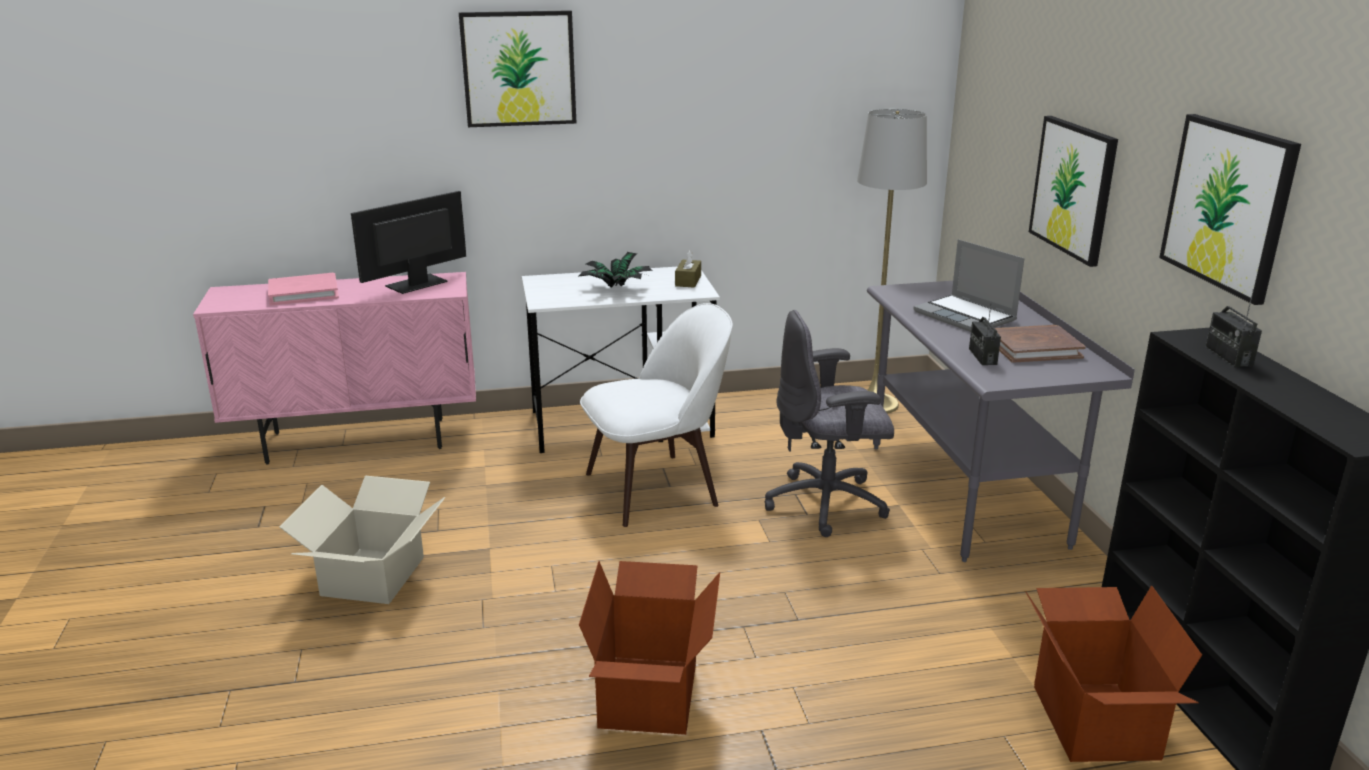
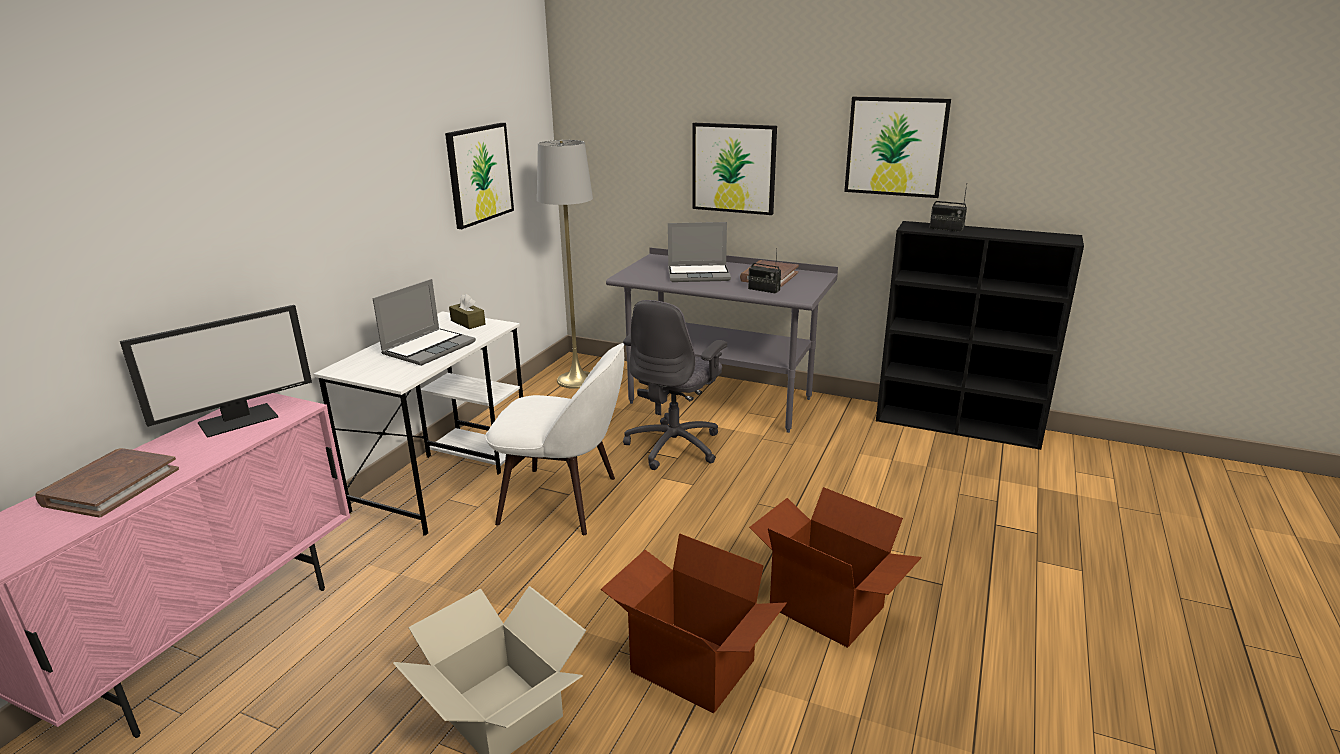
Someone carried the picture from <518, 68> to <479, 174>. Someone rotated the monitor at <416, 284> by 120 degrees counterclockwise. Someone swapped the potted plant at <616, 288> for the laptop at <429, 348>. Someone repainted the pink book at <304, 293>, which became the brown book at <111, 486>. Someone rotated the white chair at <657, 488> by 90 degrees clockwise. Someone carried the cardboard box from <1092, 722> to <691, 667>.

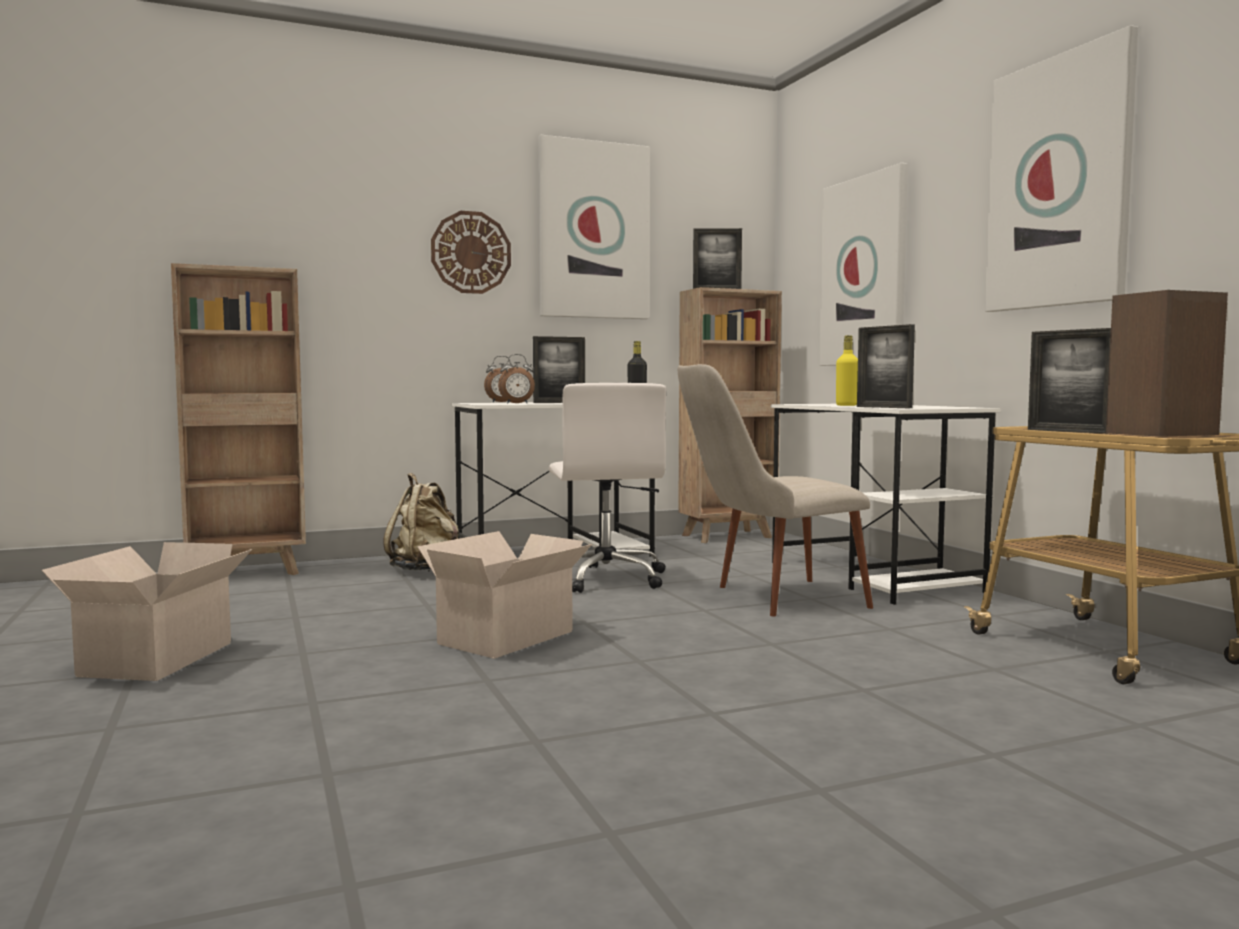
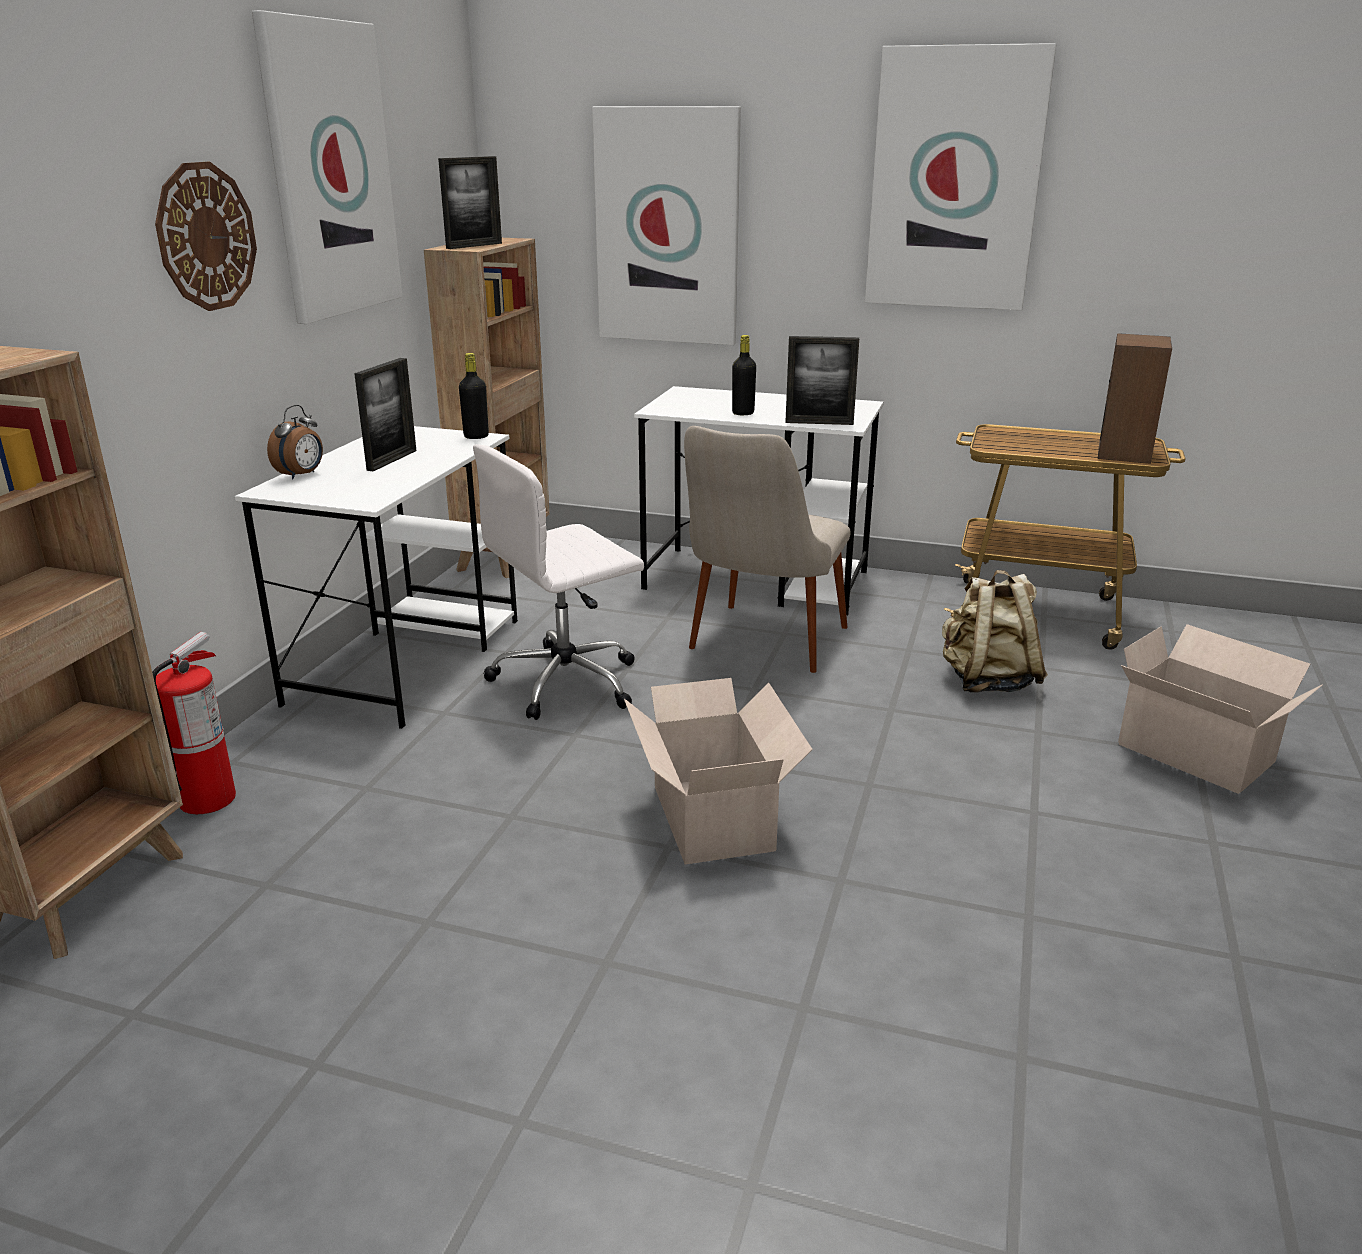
Someone took away the picture frame at <1067, 431>. Someone repainted the yellow bottle at <846, 405>, which became the black bottle at <743, 413>. Someone took away the alarm clock at <517, 403>. Someone rotated the white office chair at <605, 579> by 120 degrees clockwise. Someone carried the beige backpack from <426, 570> to <987, 681>. Someone carried the cardboard box from <154, 660> to <1199, 755>. Someone put down the fire extinguisher at <208, 799>.

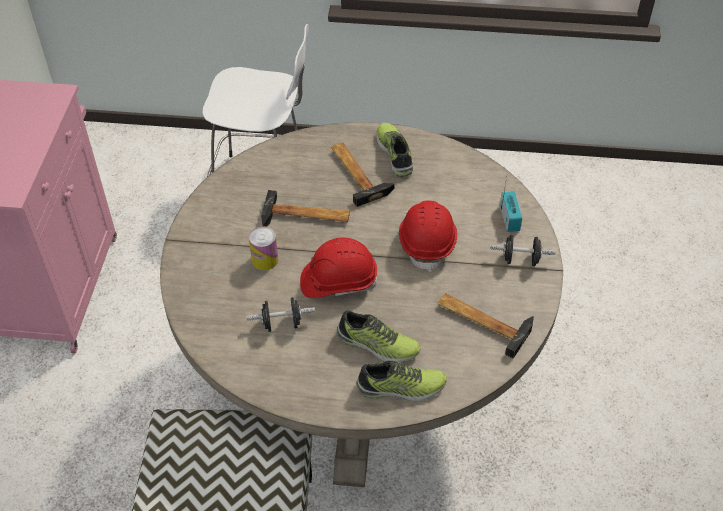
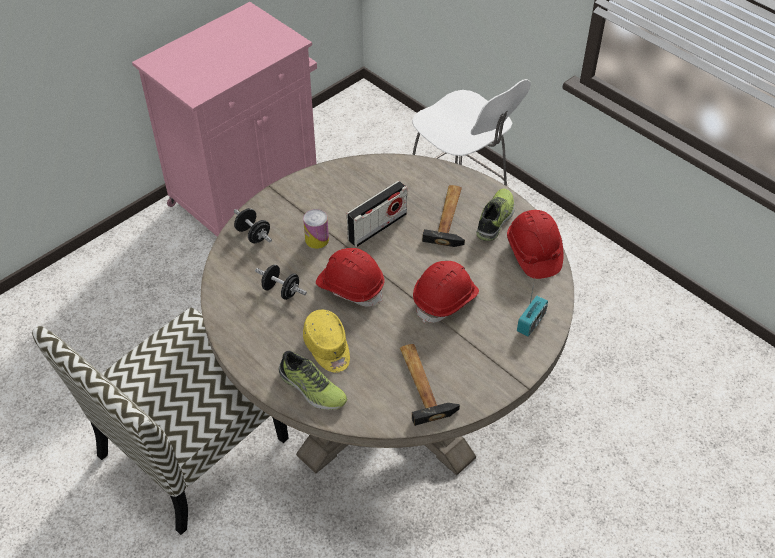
Someone swapped the hammer at <306, 217> for the radio at <377, 227>. Someone carried the black dumbbell from <520, 260> to <253, 234>. Someone swapped the shoe at <377, 345> for the yellow cap at <328, 348>. Someone put down the red hard hat at <533, 253>.

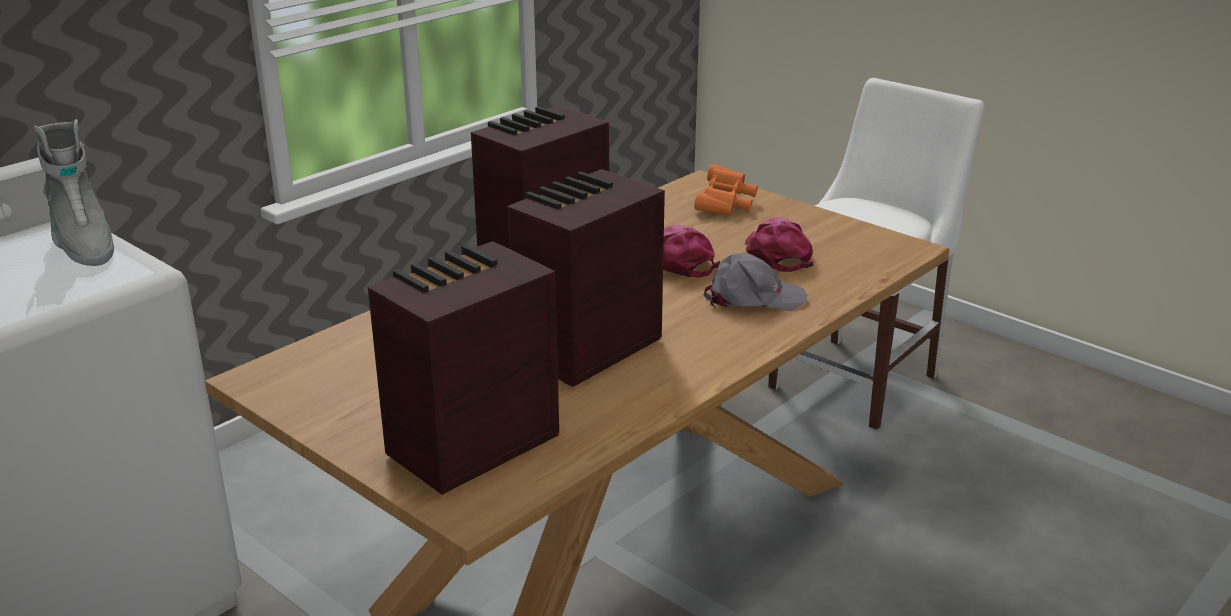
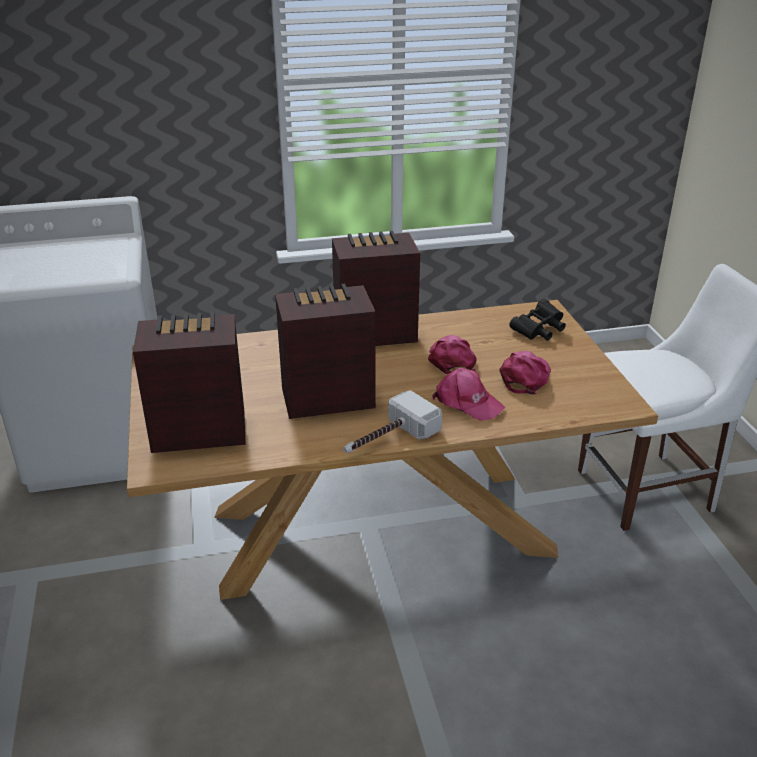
Someone took away the grey boot at <82, 245>. Someone repainted the orange binoculars at <725, 205>, which became the black binoculars at <539, 331>. Someone repainted the grey cap at <753, 298>, which became the pink cap at <467, 402>. Someone put down the hammer at <387, 439>.

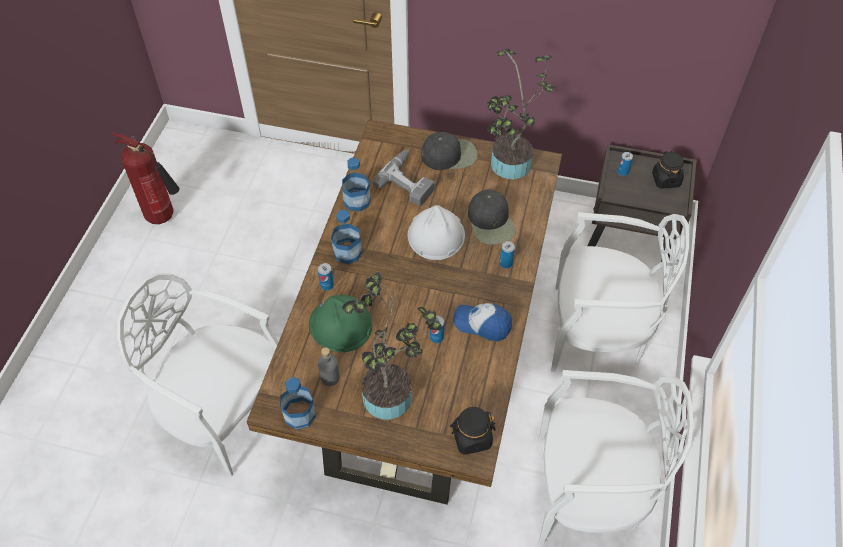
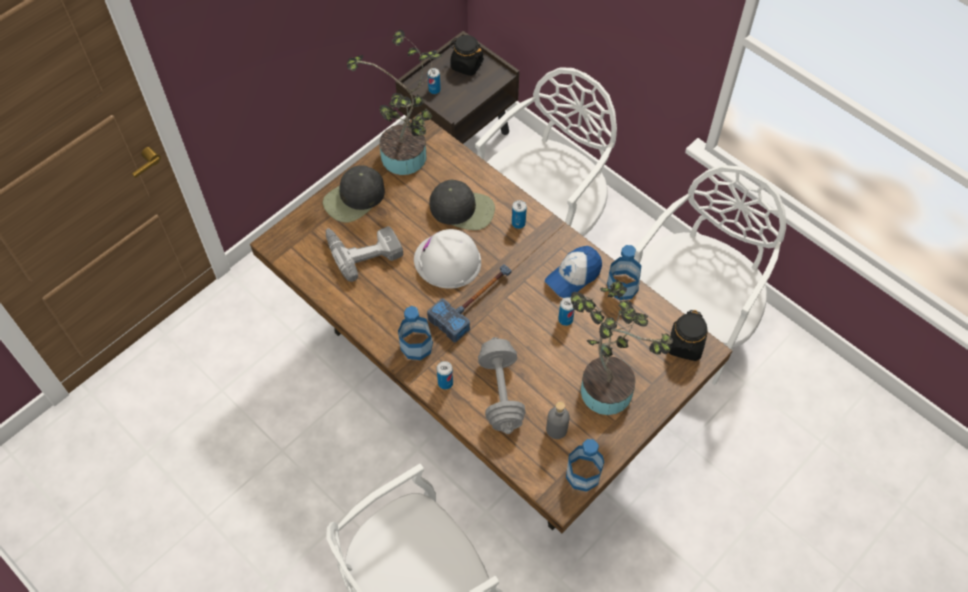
Someone rotated the black cap at <449, 155> by 150 degrees counterclockwise. Someone took away the fire extinguisher at <164, 217>. Someone carried the bottle from <357, 201> to <622, 287>. Someone swapped the green hard hat at <340, 325> for the grey dumbbell at <501, 393>. Someone put down the hammer at <474, 301>.

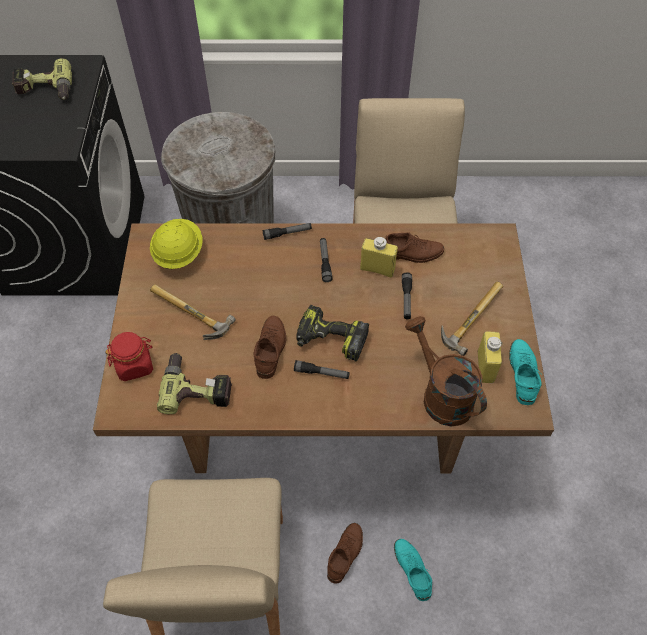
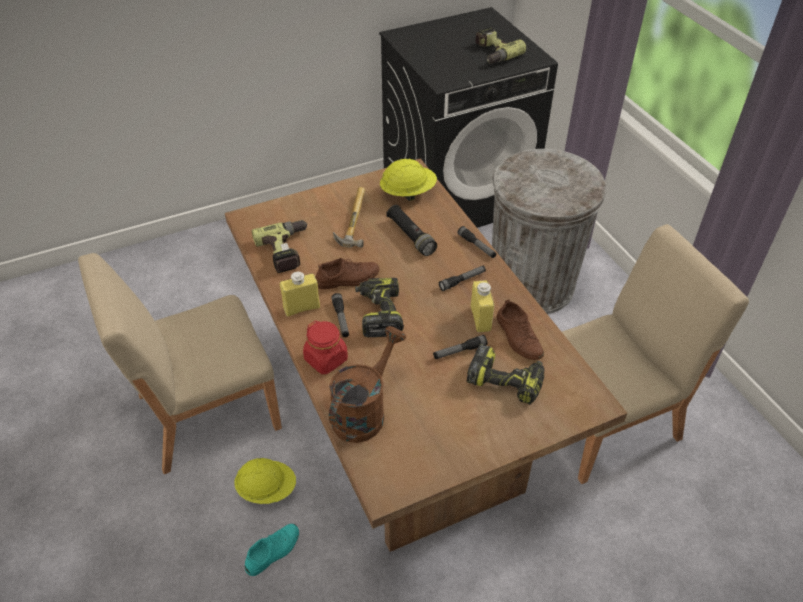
Someone took away the hammer at <469, 316>. Someone carried the yellow bottle from <485, 367> to <301, 308>. Someone carried the red jar from <135, 365> to <326, 359>. Someone took away the turquoise shoe at <522, 373>. Someone swapped the brown shoe at <345, 553> for the yellow hard hat at <267, 489>. Someone put down the black flashlight at <411, 236>. Someone put down the power drill at <506, 380>.

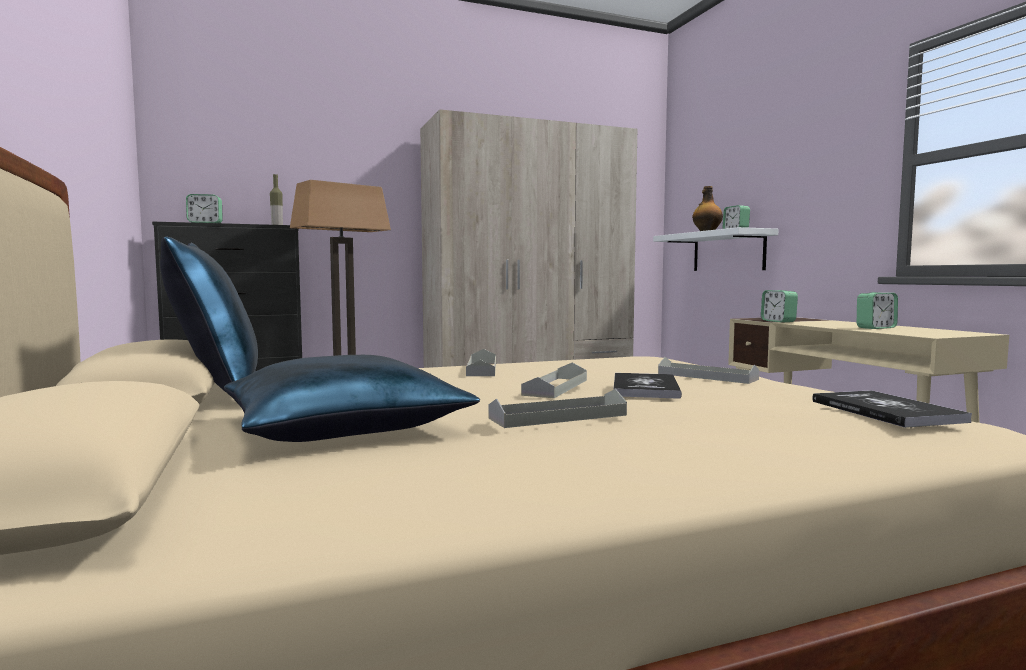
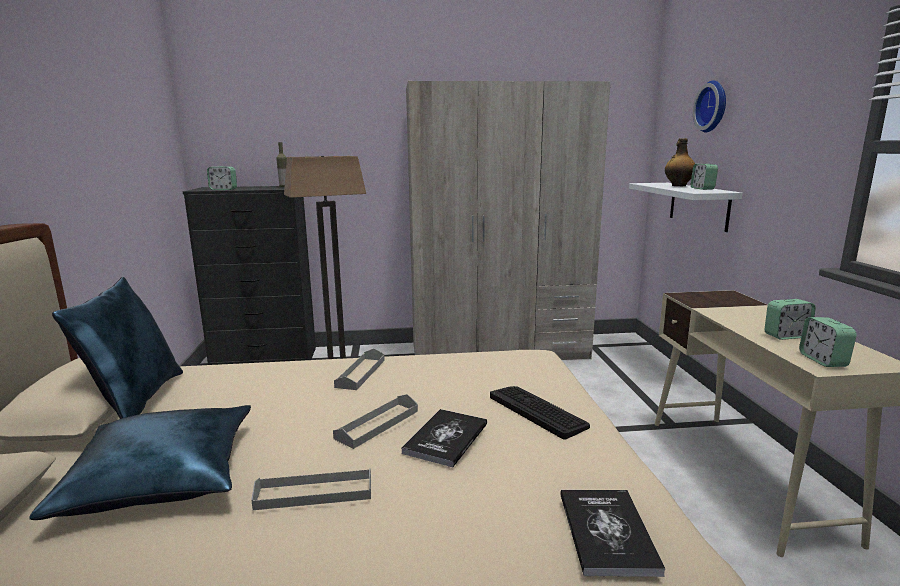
Someone carried the alarm clock from <778, 321> to <823, 360>. Someone swapped the grey tray at <707, 376> for the keyboard at <537, 411>. Someone put up the wall clock at <713, 106>.

